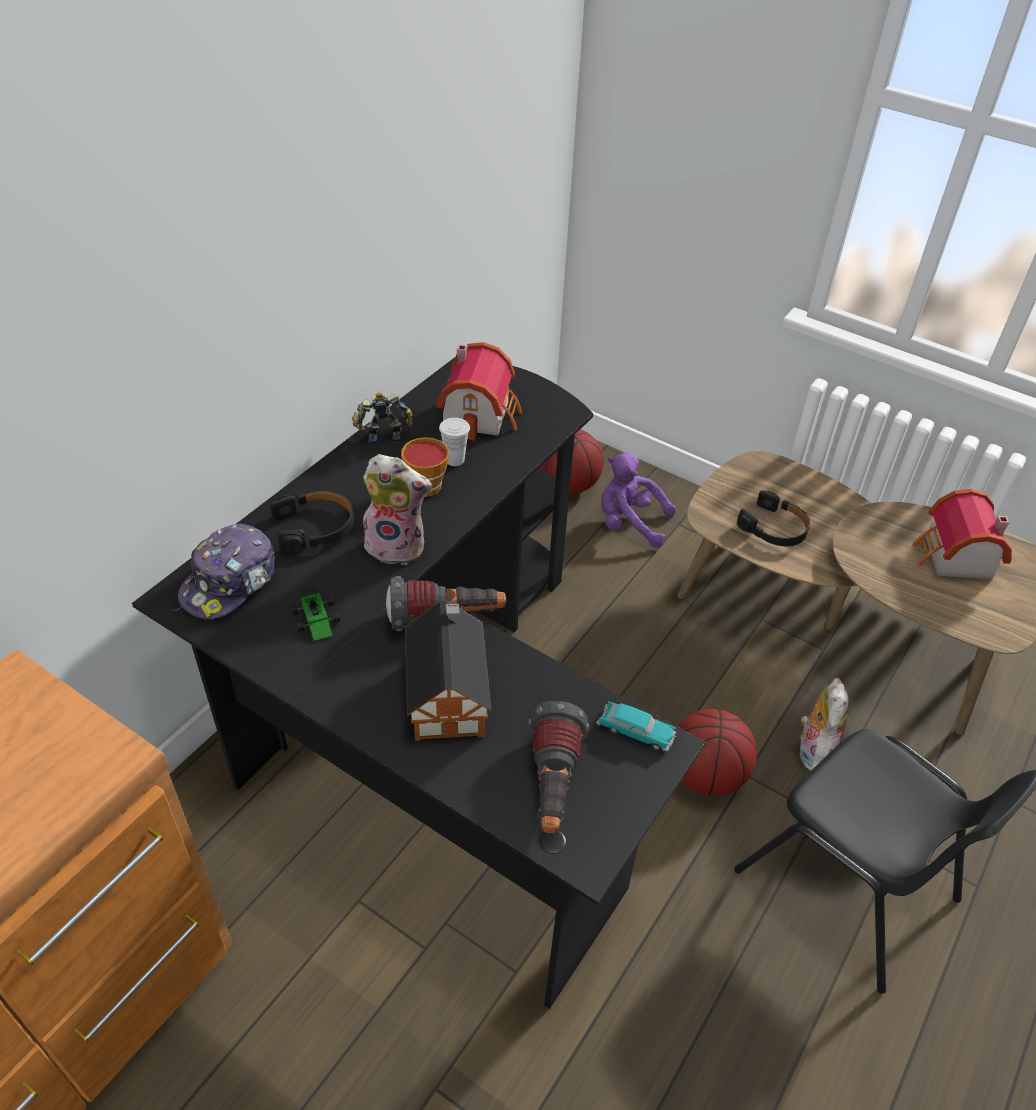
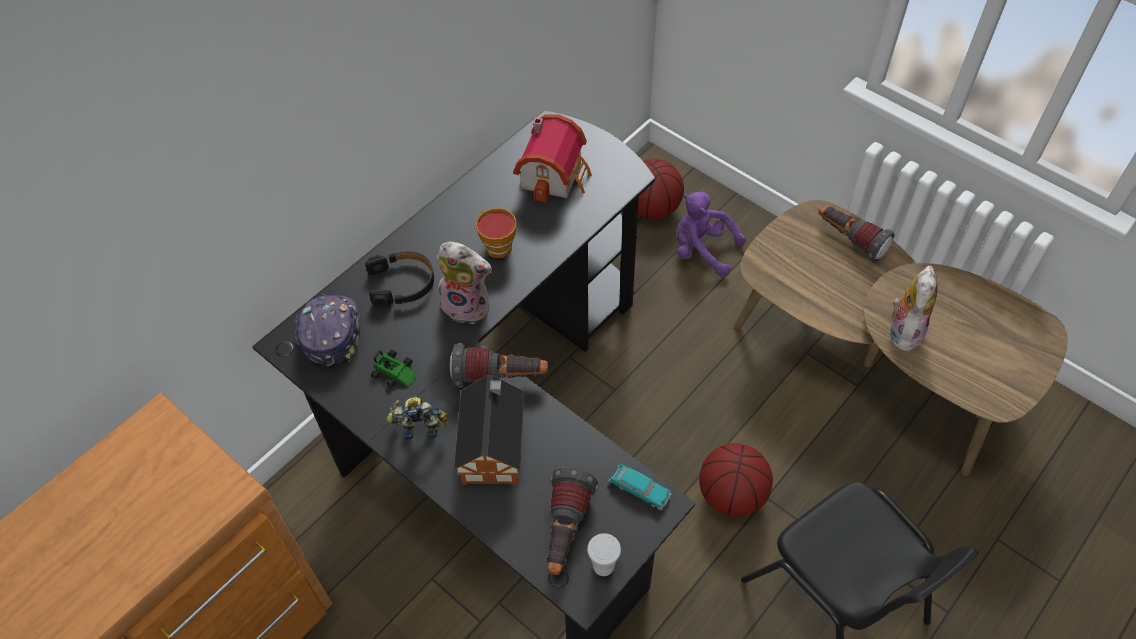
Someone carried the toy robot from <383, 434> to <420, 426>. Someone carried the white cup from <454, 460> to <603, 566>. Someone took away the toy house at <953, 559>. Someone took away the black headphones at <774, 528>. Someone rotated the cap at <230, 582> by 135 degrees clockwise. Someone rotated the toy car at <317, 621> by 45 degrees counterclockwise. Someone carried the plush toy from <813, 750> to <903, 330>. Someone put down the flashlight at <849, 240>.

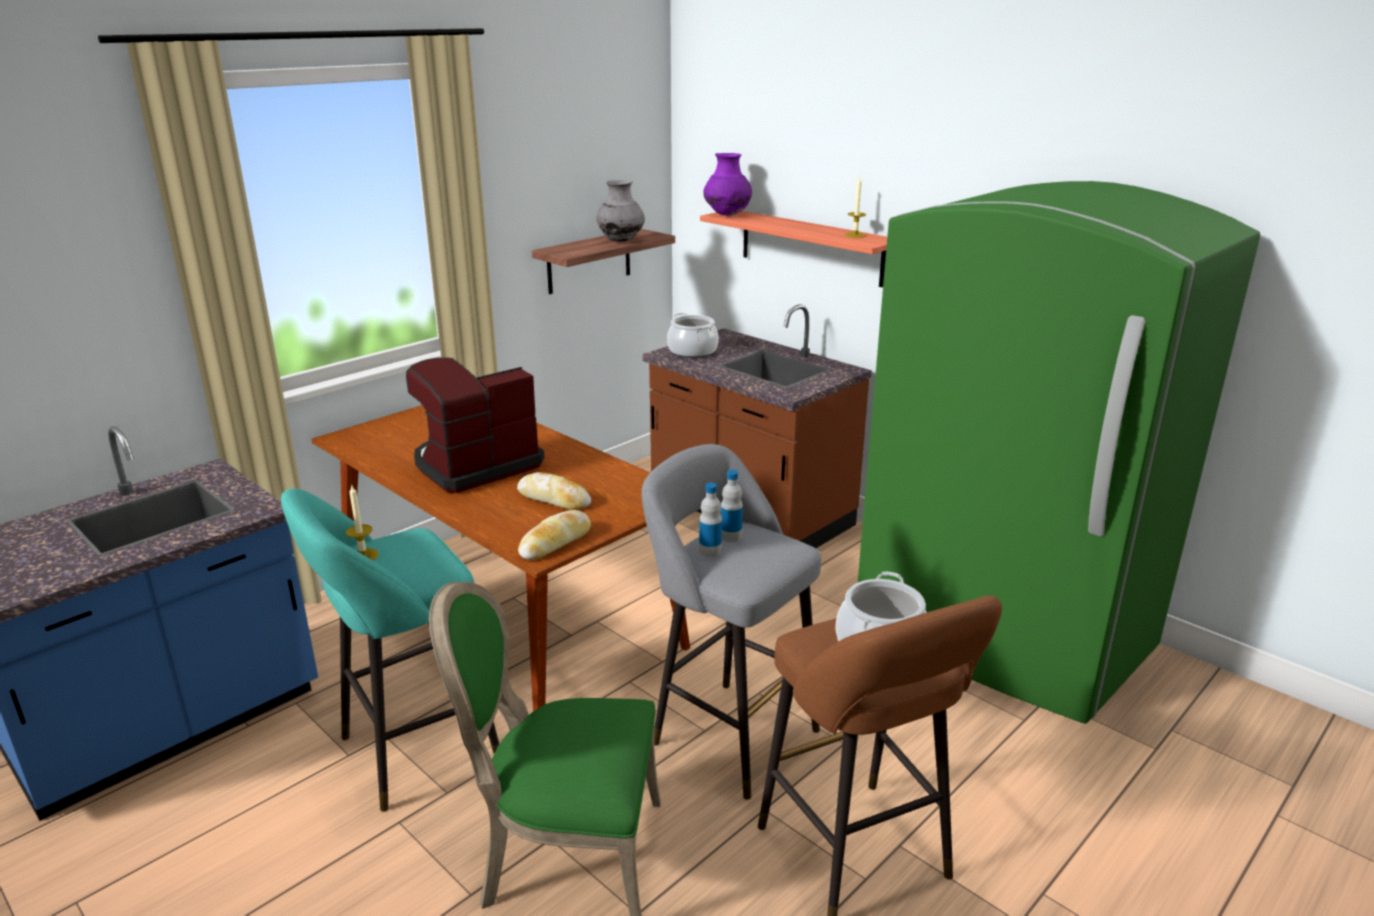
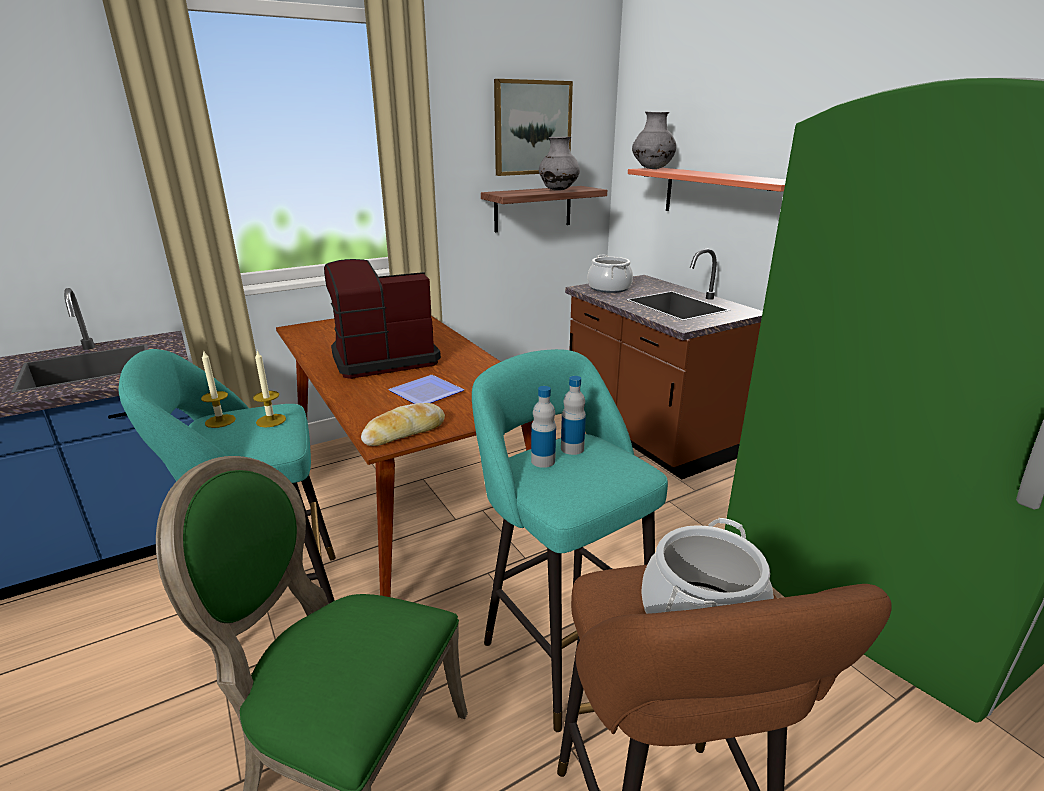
Someone repainted the purple vase at <727, 215>, which became the grey vase at <652, 169>. Someone carried the candle from <855, 235> to <271, 420>. Someone repainted the grey stool at <728, 732>, which became the turquoise stool at <561, 646>. Someone swapped the bread at <554, 499> for the plate at <429, 393>. Someone put up the picture at <532, 128>.

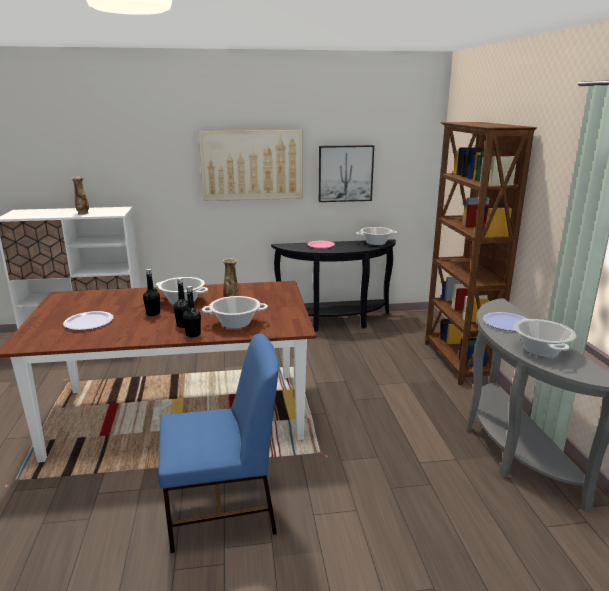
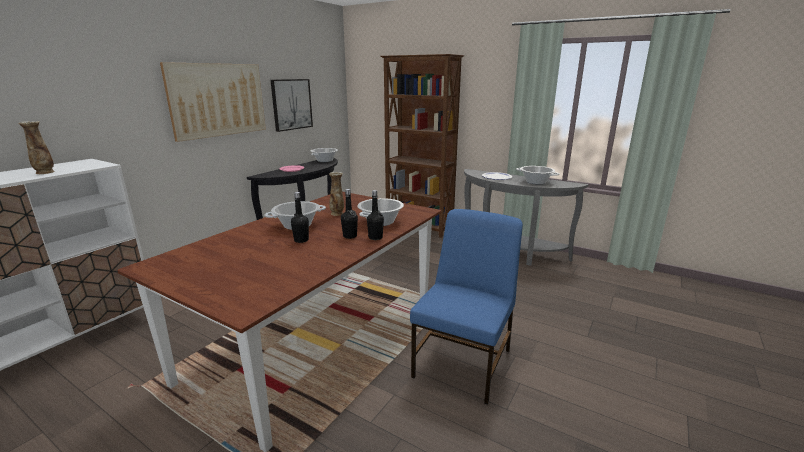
Someone took away the plate at <89, 322>.

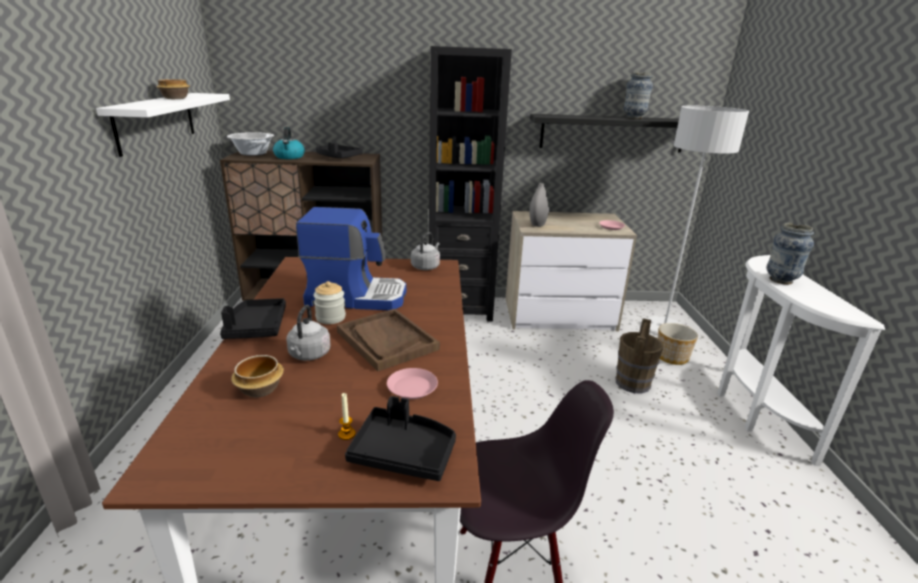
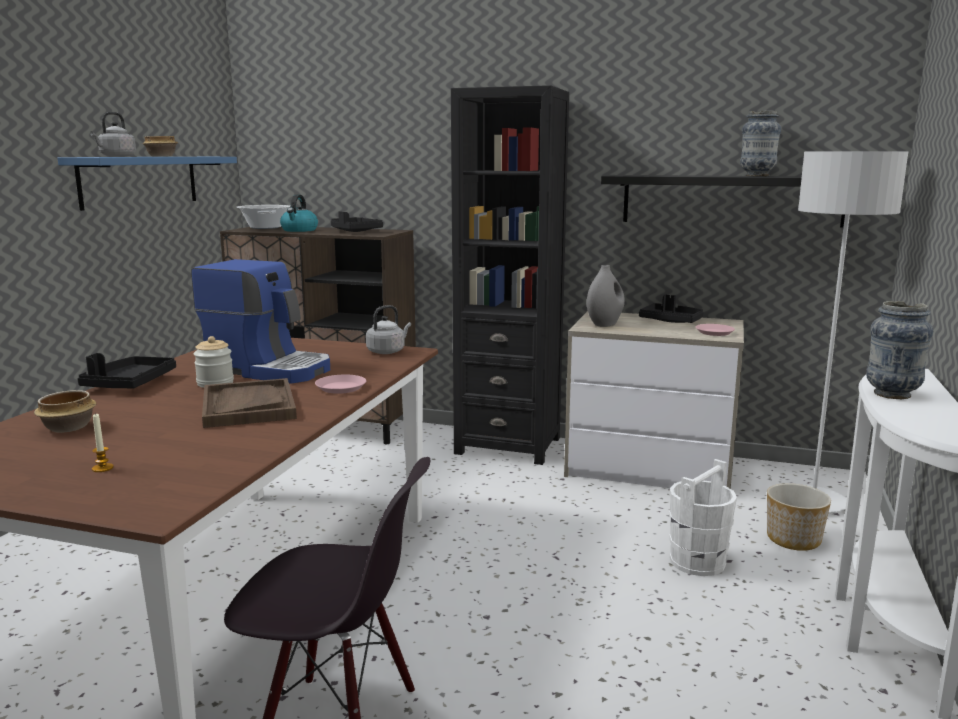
Someone repainted the white shelf at <156, 121>, which became the blue shelf at <140, 181>. Someone carried the grey kettle from <308, 355> to <116, 156>. Someone repainted the brown bucket at <633, 383>, which became the white bucket at <697, 562>. Someone carried the pink plate from <412, 387> to <340, 388>. Someone carried the black tray from <403, 453> to <671, 321>.

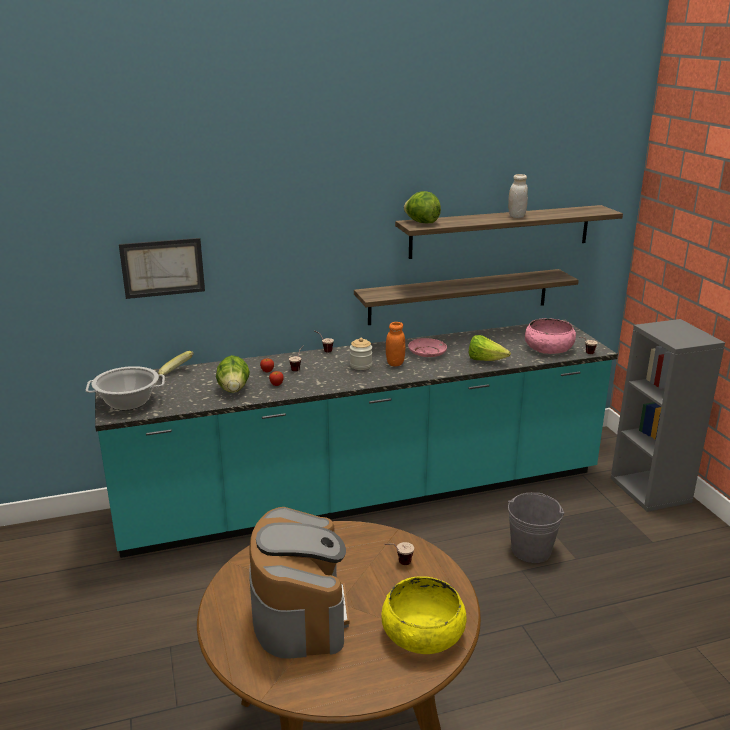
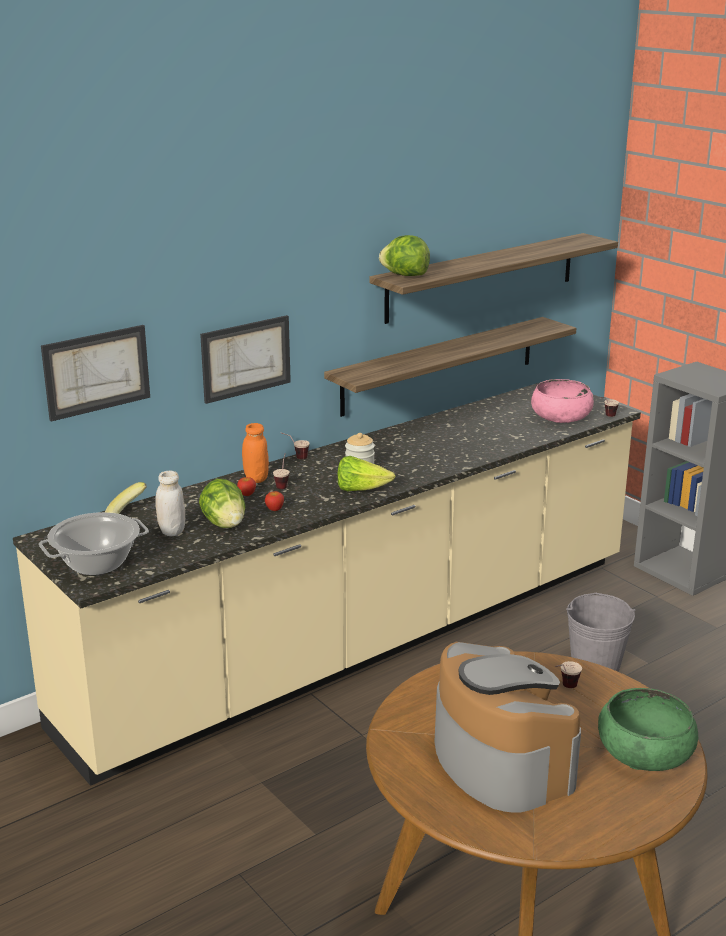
Someone carried the white jar from <516, 216> to <172, 531>. Someone repainted the turquoise counter at <365, 496>, which became the beige counter at <362, 642>. Someone carried the orange jar from <395, 363> to <256, 479>. Someone carried the lettuce from <485, 360> to <361, 490>. Someone took away the pink plate at <427, 352>. Someone repainted the yellow bowl at <422, 632>, which became the green bowl at <645, 751>. Someone put up the picture at <246, 358>.

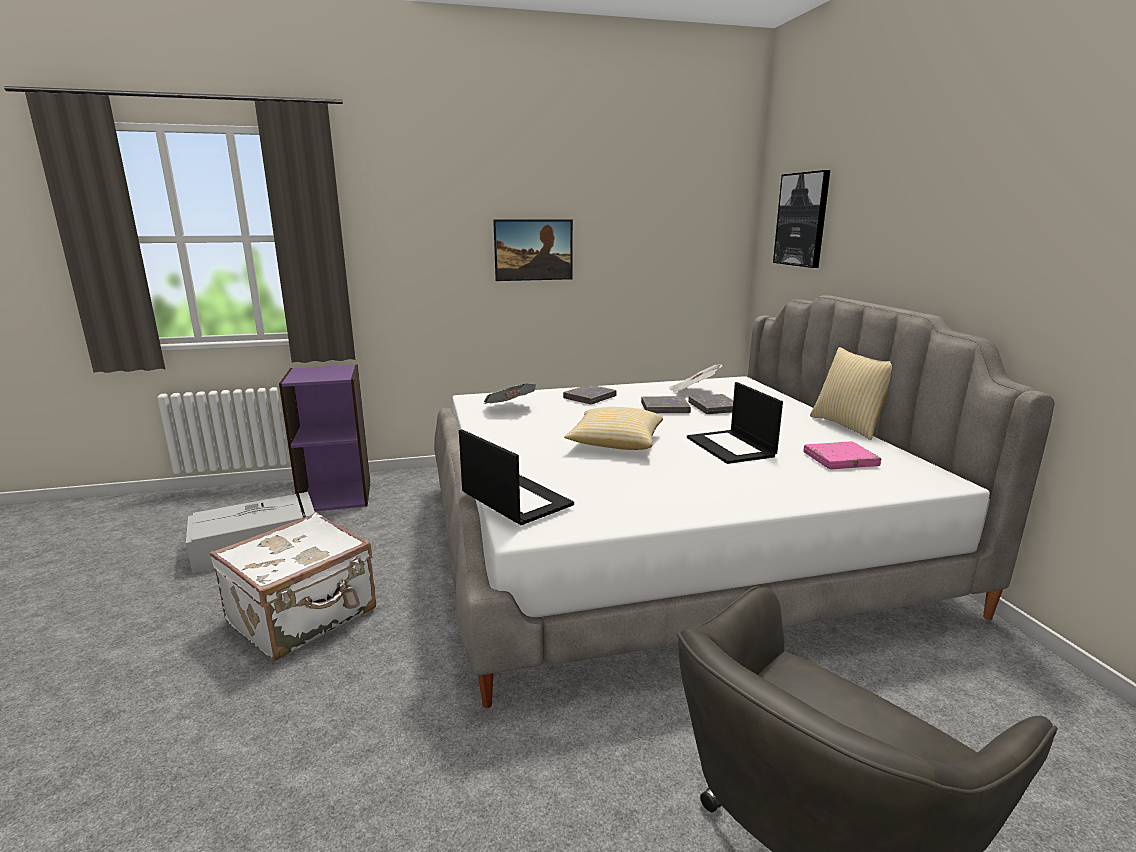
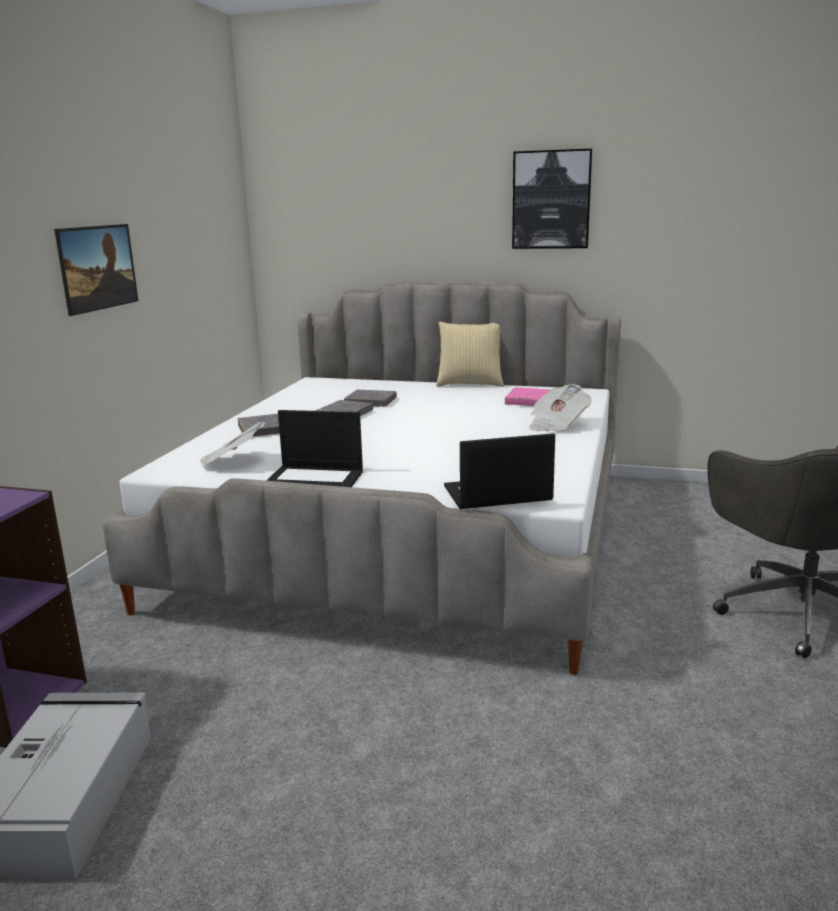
Someone carried the picture from <802, 219> to <551, 200>. Someone carried the newspaper from <693, 391> to <556, 425>. Someone carried the laptop from <731, 447> to <315, 479>. Someone took away the pillow at <615, 444>. Someone took away the white suitcase at <304, 617>.

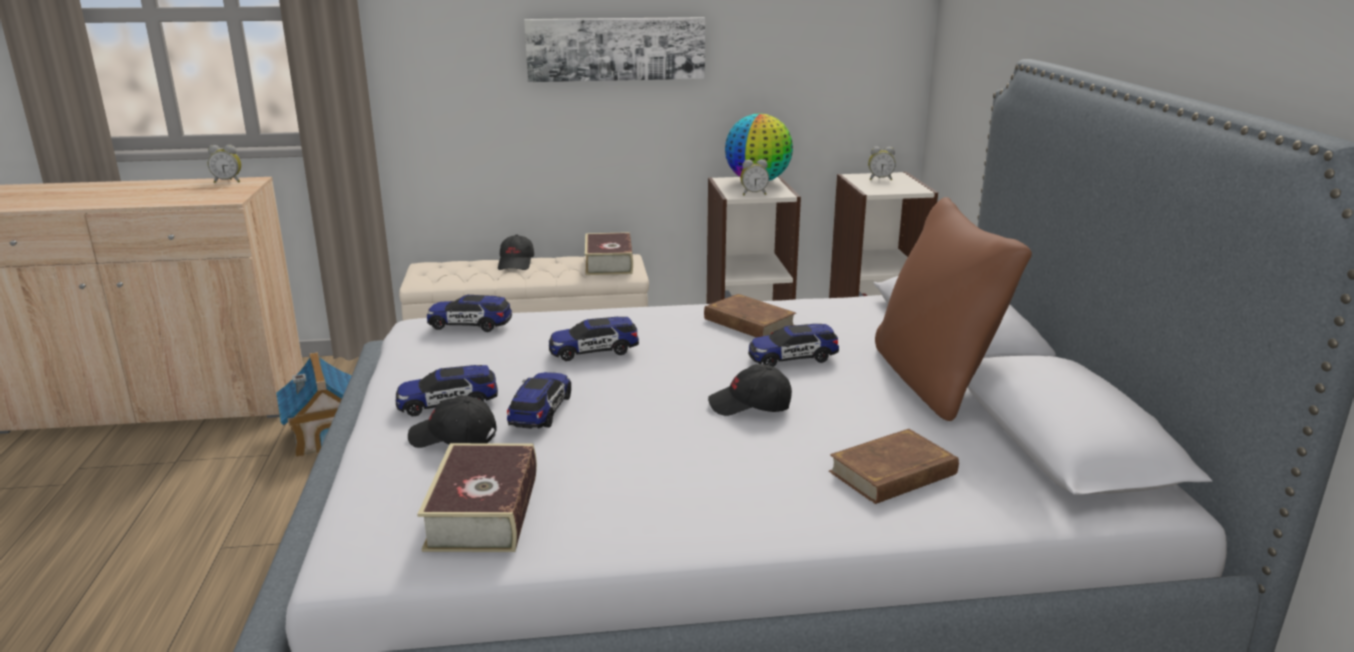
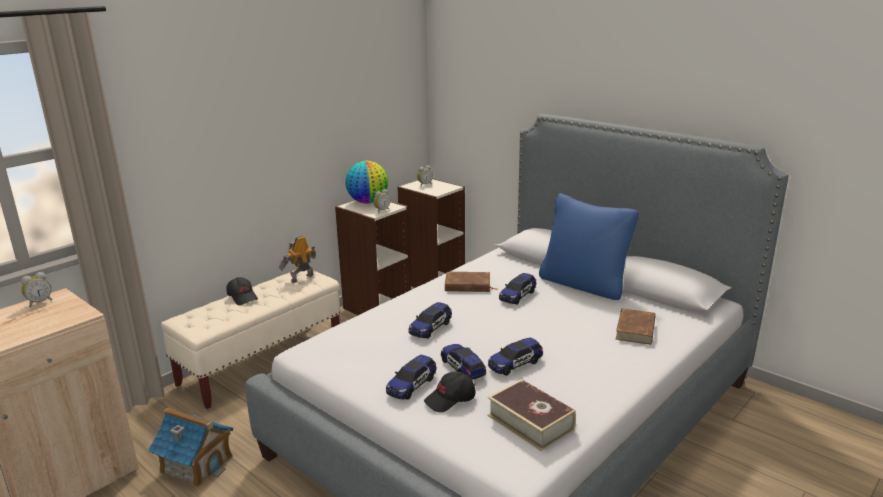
Someone took away the picture at <615, 49>. Someone repainted the brown pillow at <935, 381>, which became the blue pillow at <584, 284>. Someone swapped the book at <609, 263> for the toy robot at <301, 278>. Someone carried the toy car from <470, 325> to <515, 364>. Someone took away the black cap at <750, 405>.

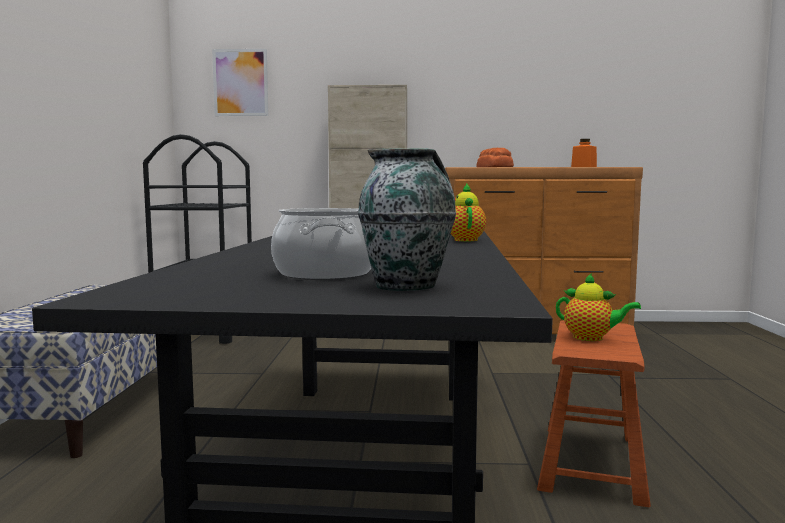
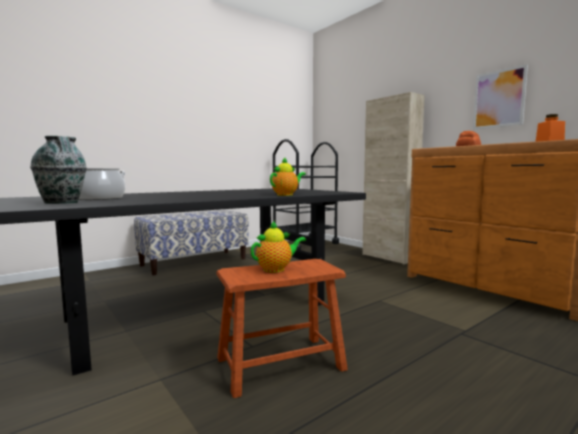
Someone carried the picture from <240, 82> to <499, 99>. Someone rotated the teapot at <591, 338> by 105 degrees counterclockwise.

